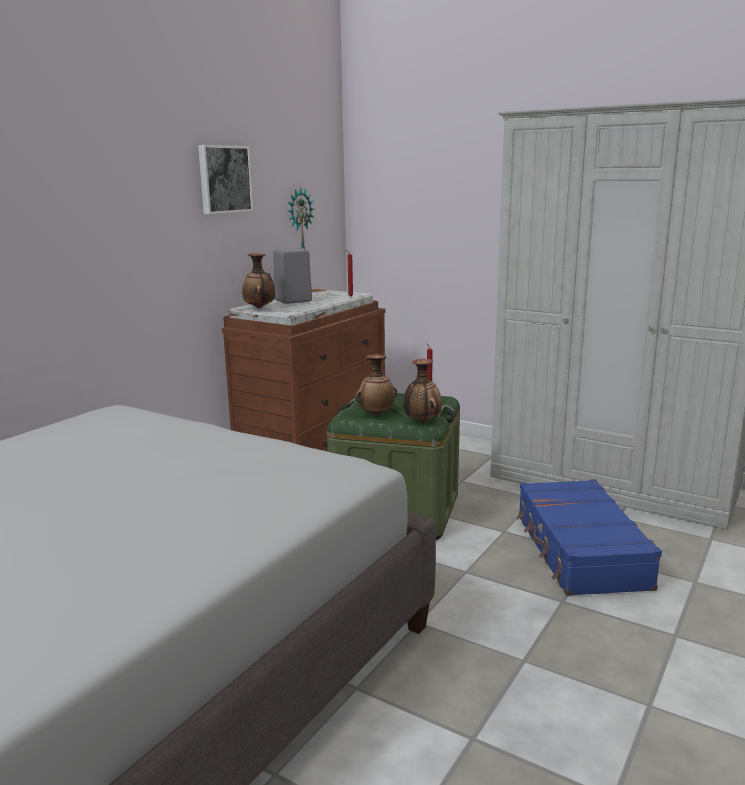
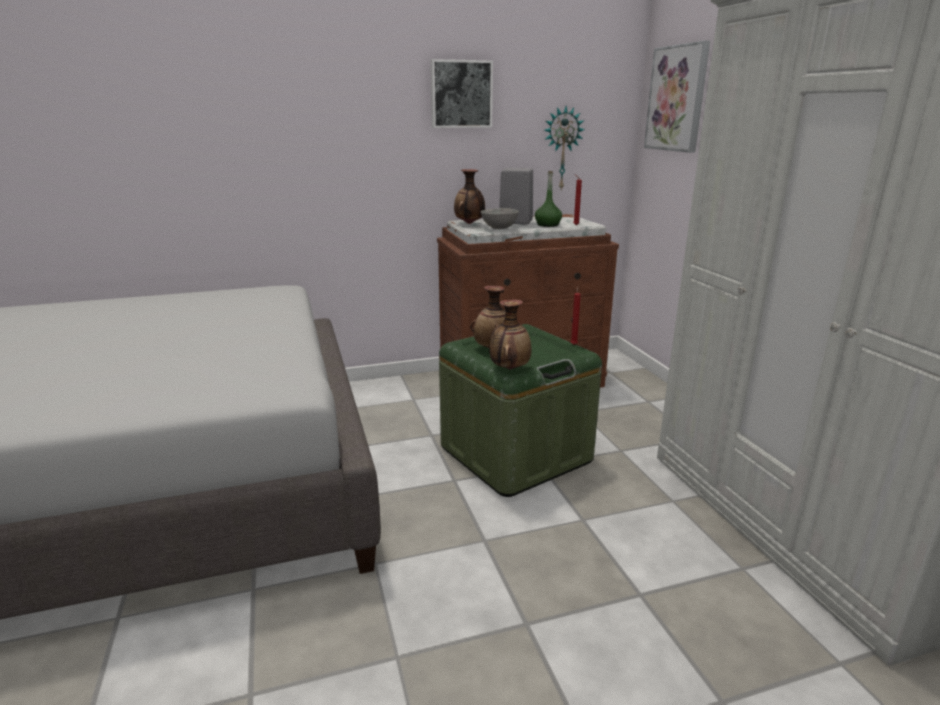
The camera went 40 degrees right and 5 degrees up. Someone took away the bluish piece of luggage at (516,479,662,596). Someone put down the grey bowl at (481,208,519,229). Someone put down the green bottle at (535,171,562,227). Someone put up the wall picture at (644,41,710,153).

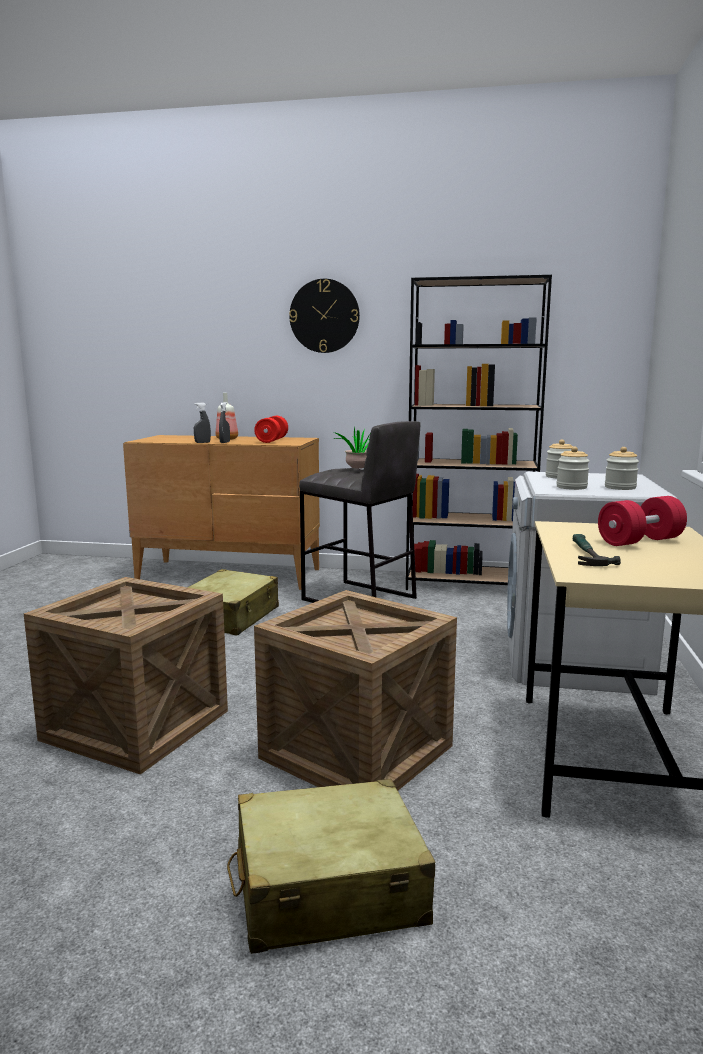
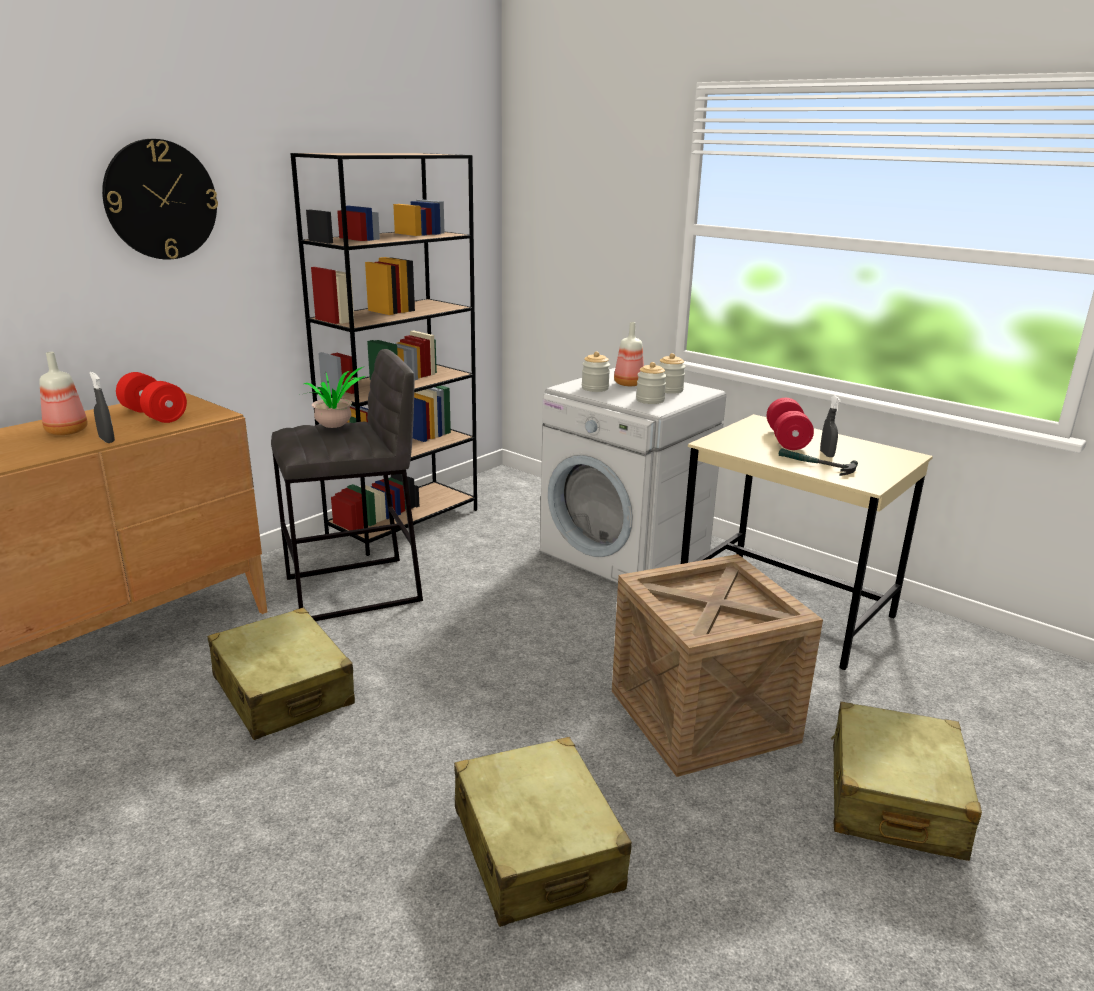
The camera went 60 degrees left and 10 degrees up. Someone swapped the shipping crate at (24,577,228,775) for the beige piece of luggage at (454,737,632,927). Someone carried the grey hand sprayer from (194,403,211,443) to (820,395,841,457). Someone put down the bottle at (614,322,644,386).

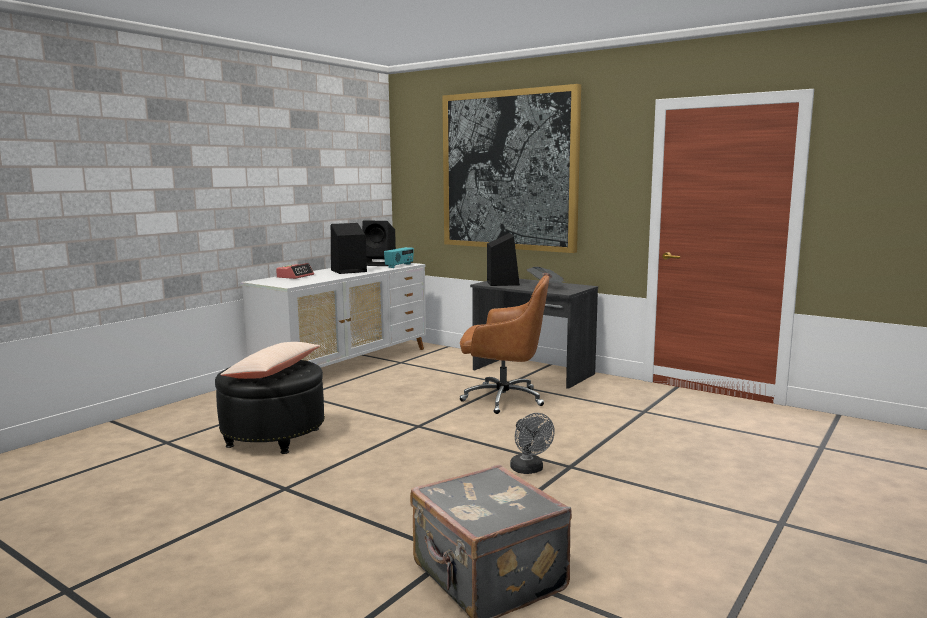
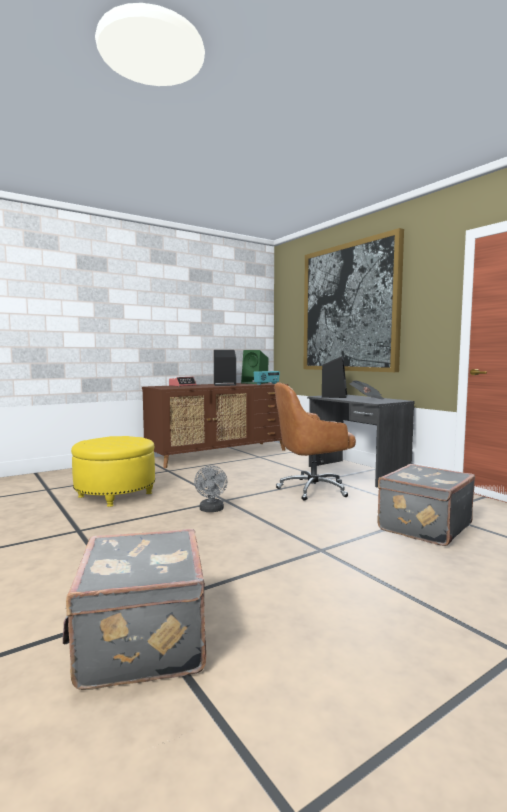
The camera went 20 degrees right and 5 degrees down. Someone repainted the black-coloured ottoman at (215,360,325,454), which became the yellow-coloured ottoman at (71,436,155,507). Someone took away the beige throw pillow at (220,342,320,379). Someone repainted the white drawer chest at (241,260,426,368), which became the brown-coloured drawer chest at (142,383,288,468). Someone repainted the black-coloured loudspeaker at (362,221,396,266), which became the green loudspeaker at (241,350,268,384). Someone rotated the brown-coloured computer chair at (460,275,550,414) by 135 degrees clockwise. Someone carried the grey fan from (510,413,555,474) to (194,465,227,512). Someone put down the grey piece of luggage at (377,464,475,546).

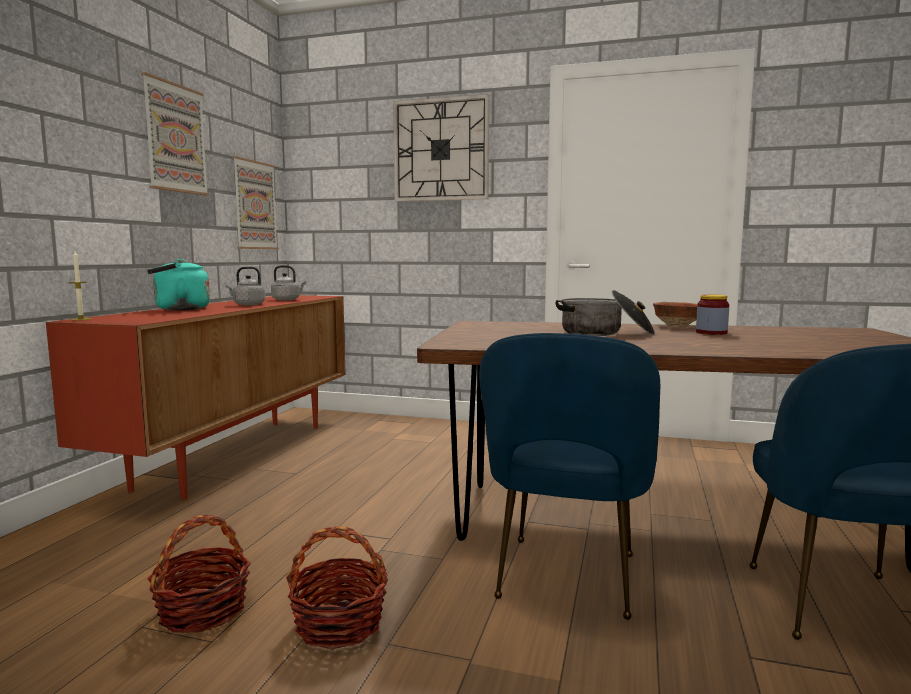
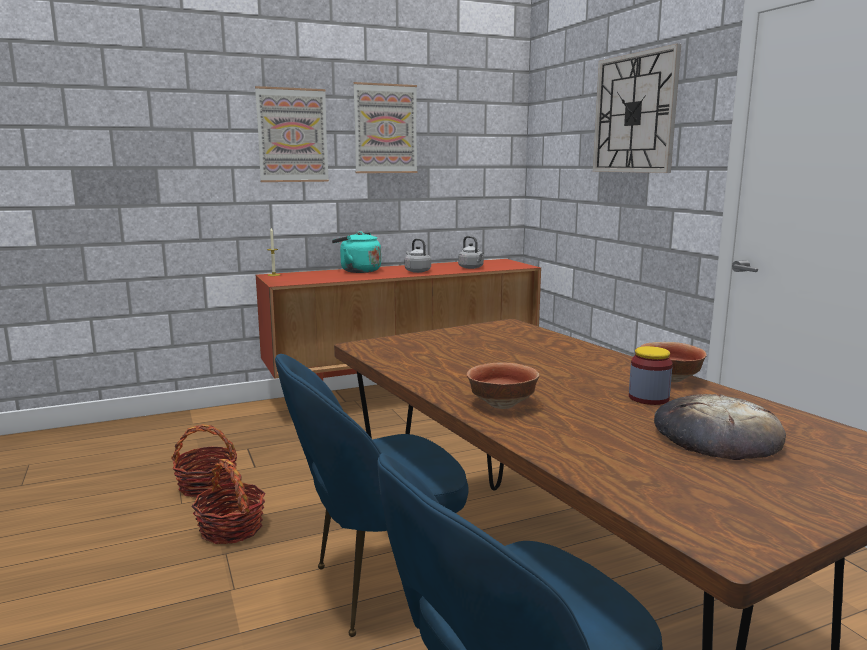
The camera went 50 degrees right and 5 degrees up. Someone carried the wall picture from (232,156,279,249) to (255,86,329,182). Someone took away the stockpot at (556,290,655,336). Someone put down the bowl at (467,362,540,409). Someone put down the baked bread at (654,394,786,460).

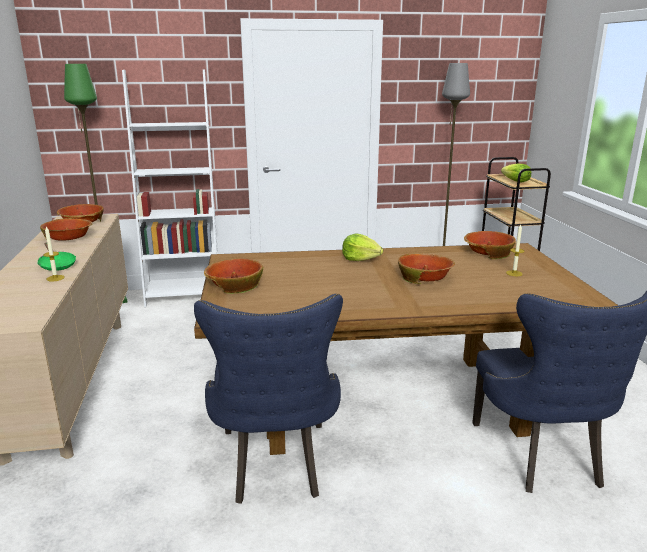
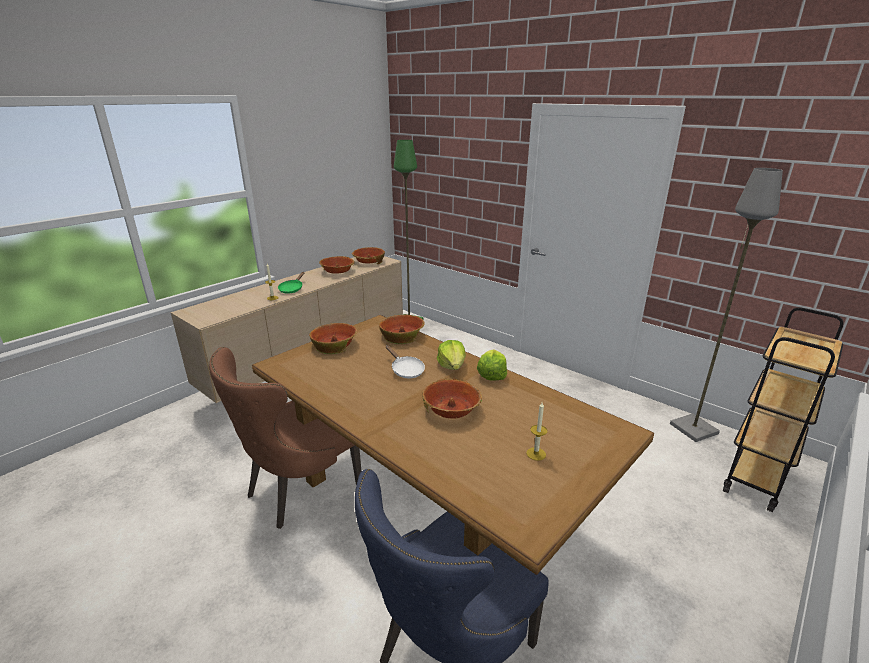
The camera went 50 degrees right and 5 degrees up. Someone took away the white bookshelf at (122,70,218,307). Someone repainted the bluish chair at (194,294,343,504), which became the brown-coloured chair at (209,347,362,529). Someone carried the bowl from (464,231,516,259) to (379,315,425,344). Someone carried the lettuce head from (501,164,531,182) to (477,349,507,381). Someone put down the white pan at (386,345,425,378).

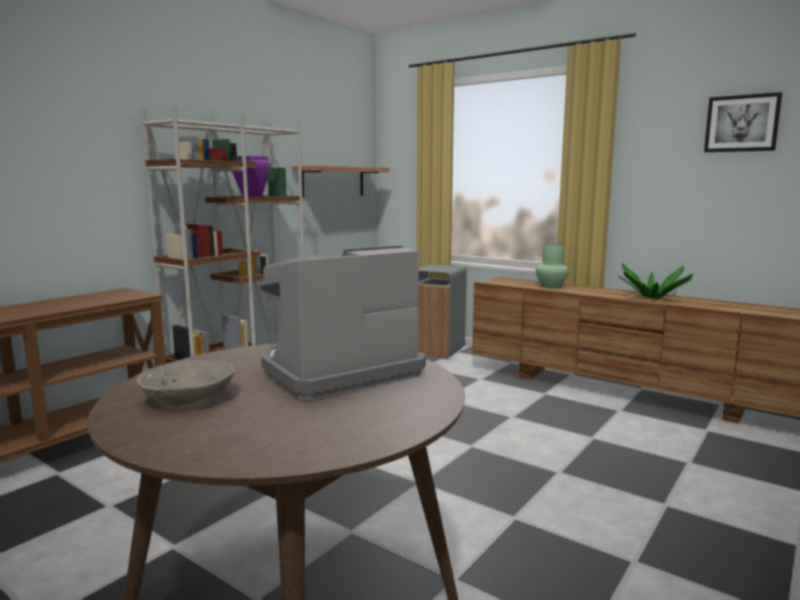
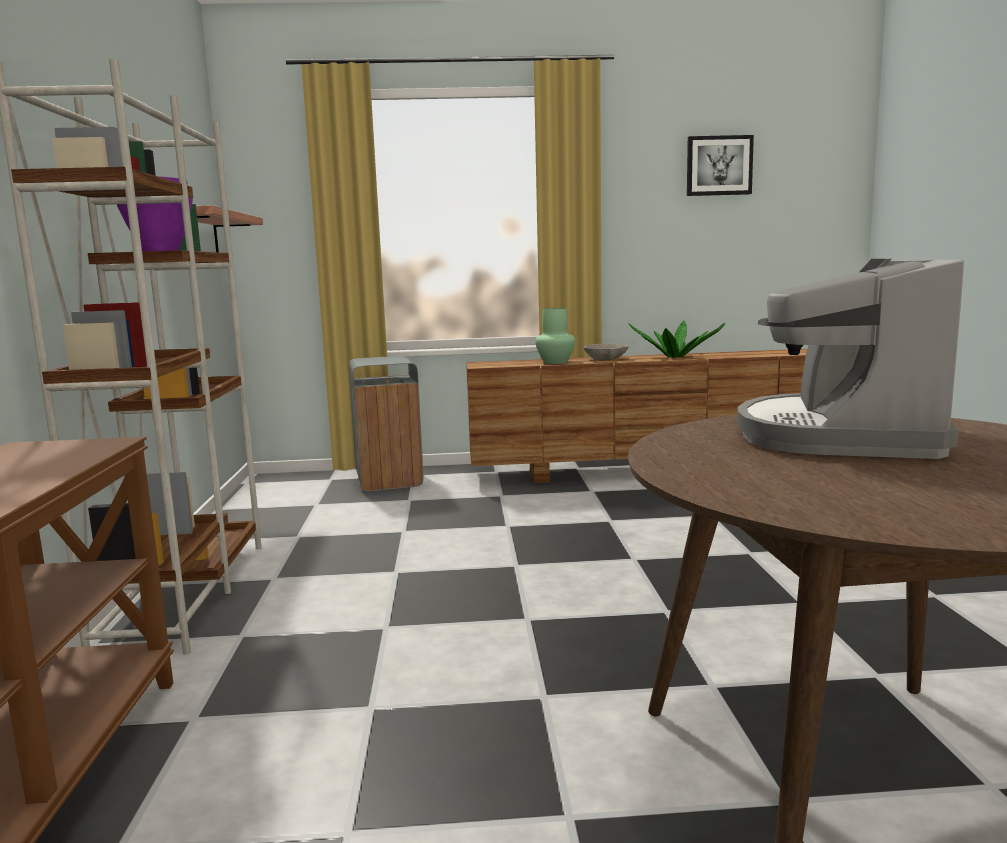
The camera went 40 degrees left and 0 degrees up. Someone carried the grey bowl from (137,360,235,406) to (583,343,629,361).

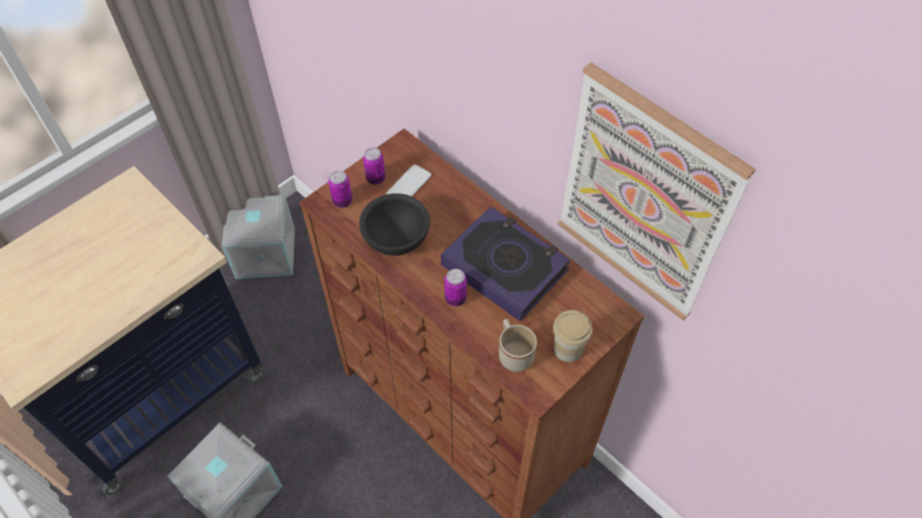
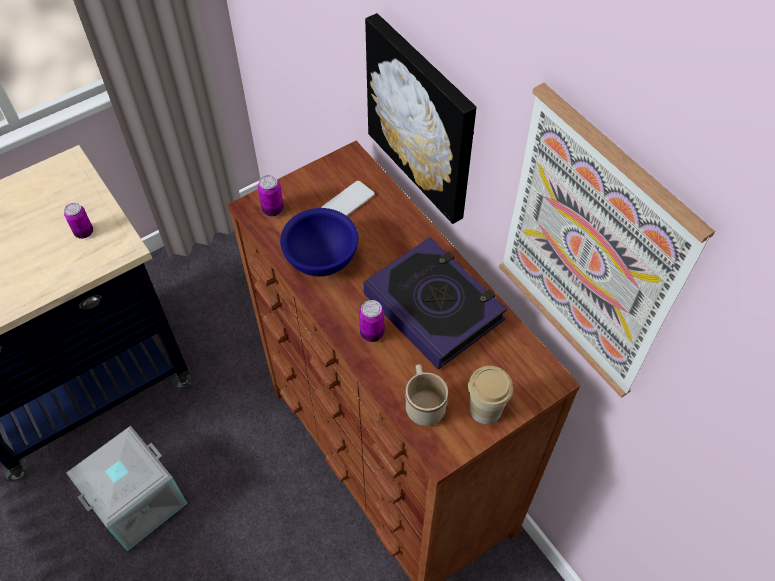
The camera went 10 degrees right and 0 degrees up. Someone took away the grey storage bin at (222,195,295,279). Someone repainted the black-coloured bowl at (359,193,430,256), which became the bluish bowl at (280,208,359,276). Someone carried the can from (363,148,386,185) to (64,203,93,239). Someone put up the wall picture at (365,13,476,224).

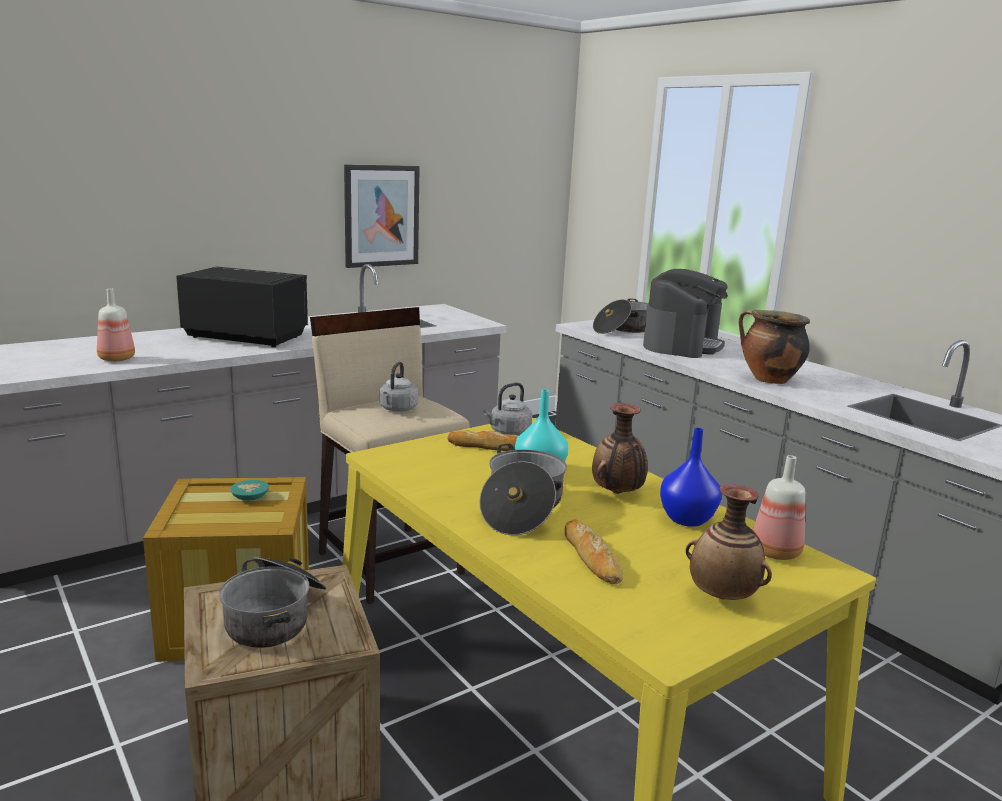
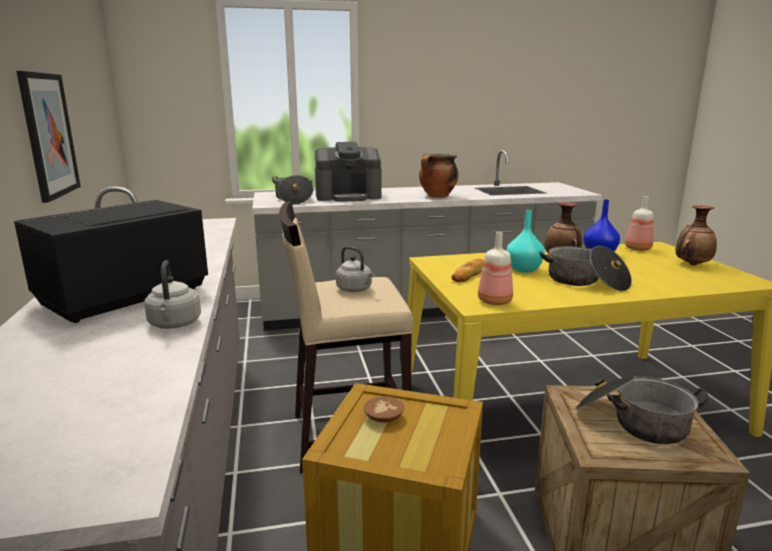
The camera went 65 degrees left and 0 degrees up. Someone carried the bottle from (97,288,135,362) to (478,232,513,305). Someone repainted the blue-green bowl at (230,480,269,501), which became the brown-coloured bowl at (364,396,404,423). Someone carried the grey kettle from (483,382,532,436) to (144,260,201,329). Someone took away the baked bread at (565,519,623,584). Someone rotated the coffee machine at (643,269,728,358) by 120 degrees clockwise.

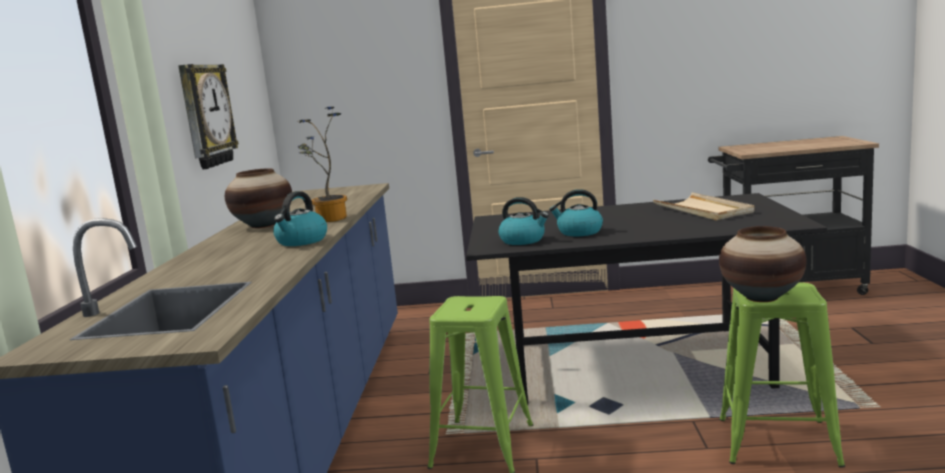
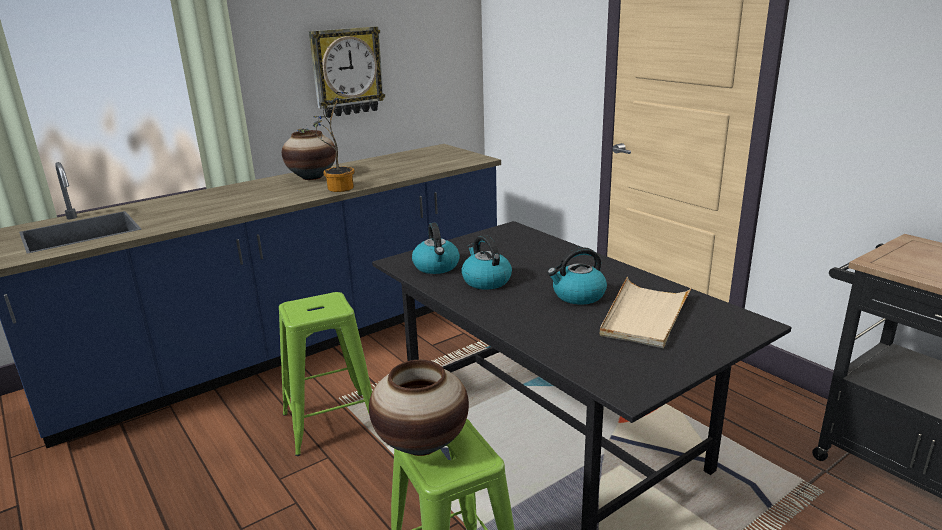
The camera went 50 degrees right and 10 degrees up. Someone carried the kettle from (273,191,327,246) to (547,247,607,305).

